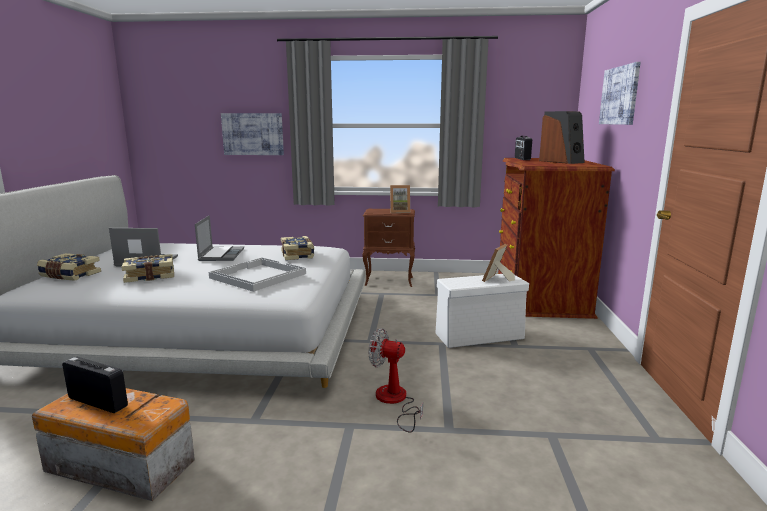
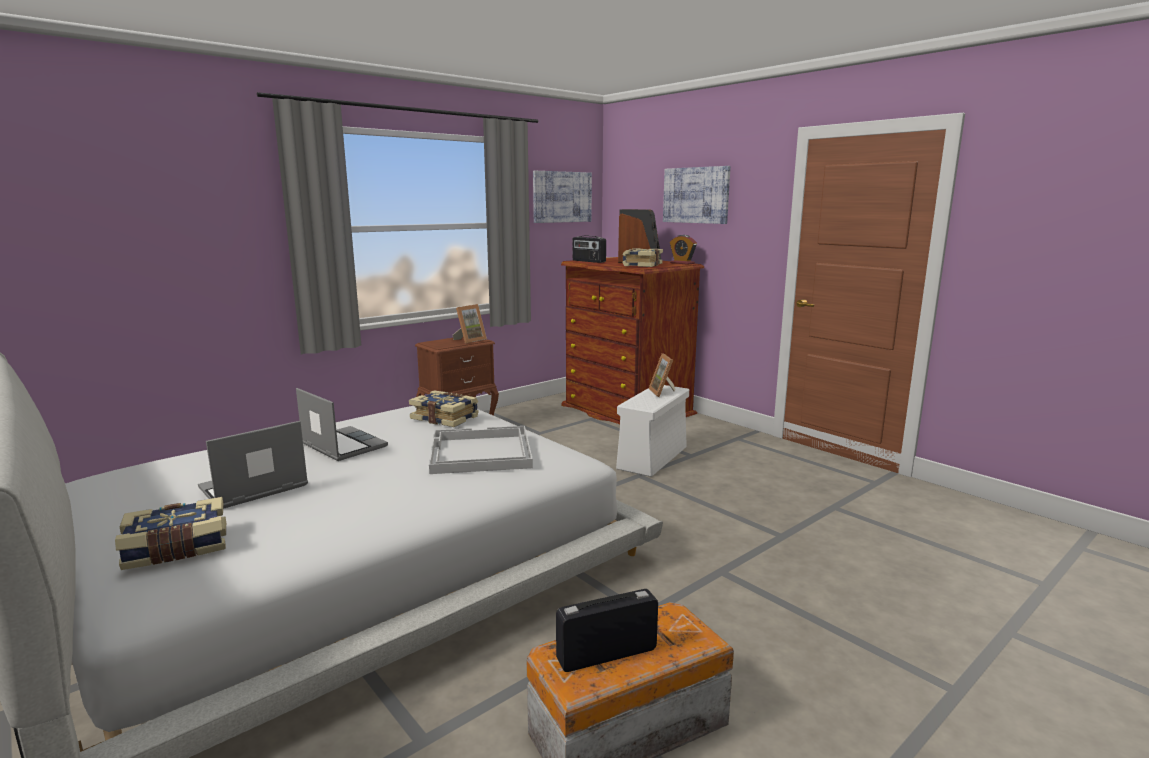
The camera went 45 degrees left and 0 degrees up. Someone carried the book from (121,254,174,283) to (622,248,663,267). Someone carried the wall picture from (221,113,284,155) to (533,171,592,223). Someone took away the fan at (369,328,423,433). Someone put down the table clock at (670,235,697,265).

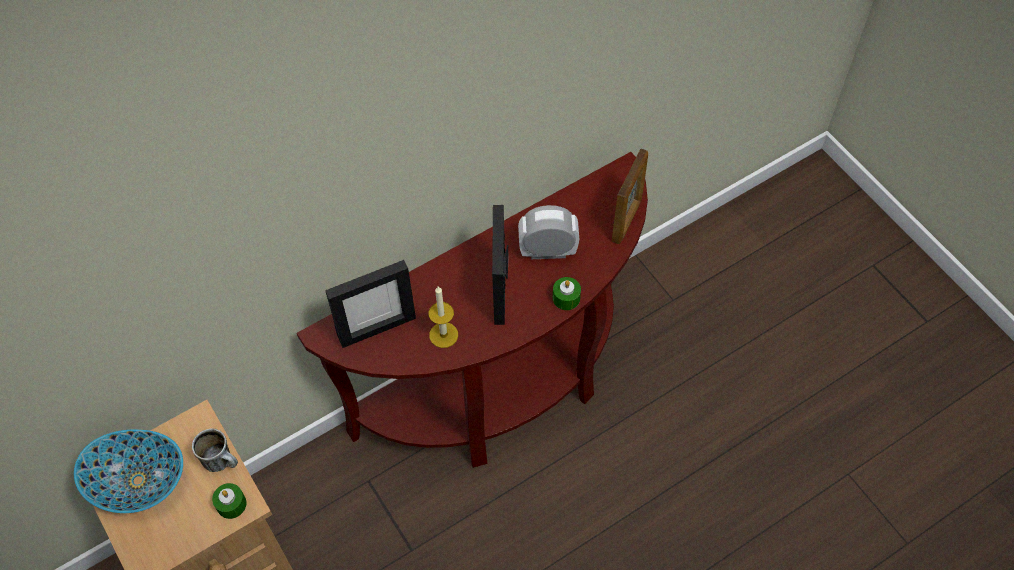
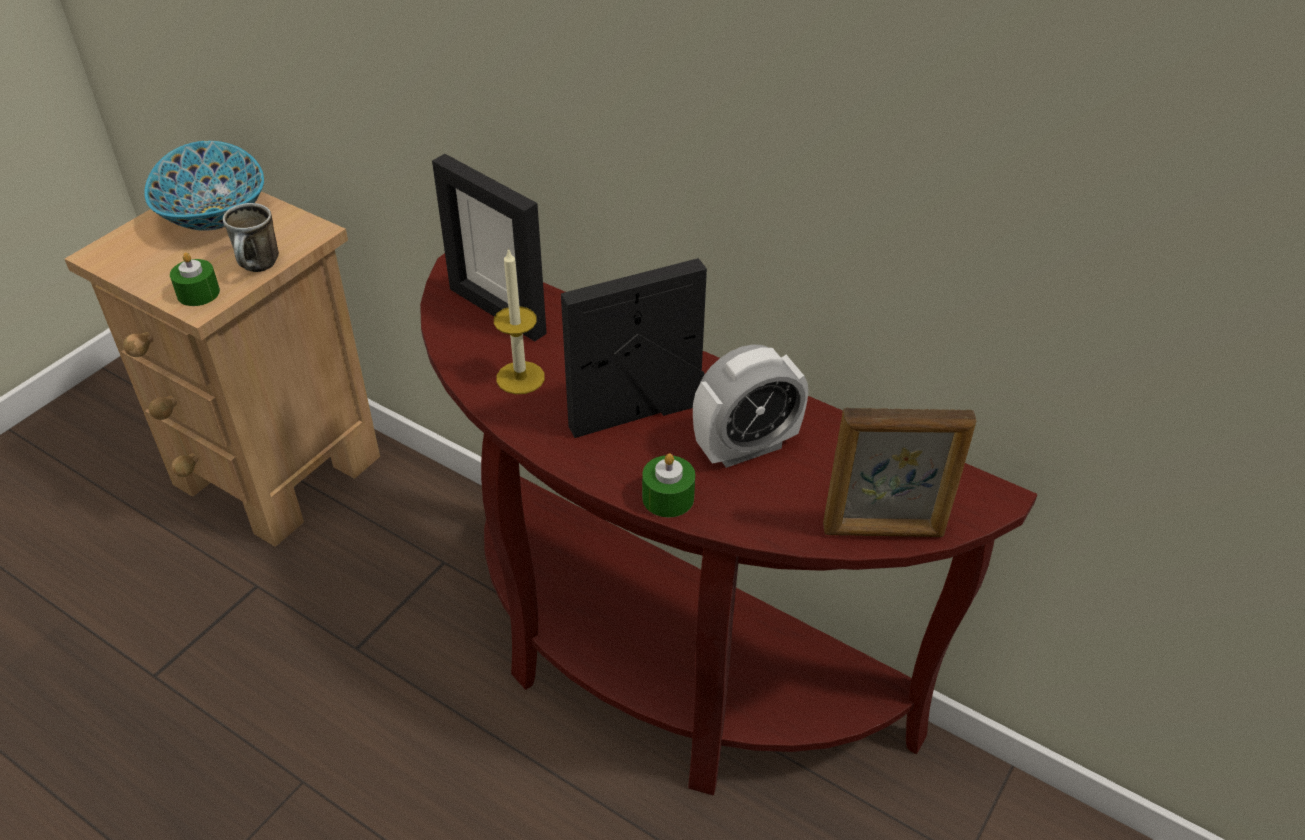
The camera went 65 degrees right and 15 degrees down. Someone rotated the table clock at (518,205,579,259) by 90 degrees clockwise.

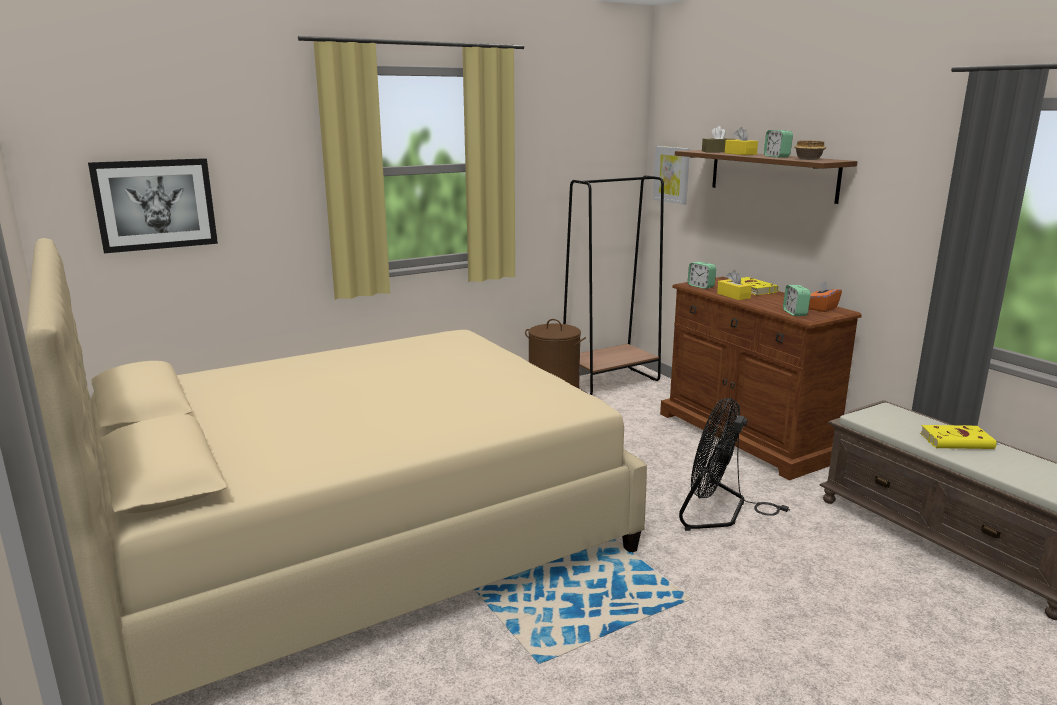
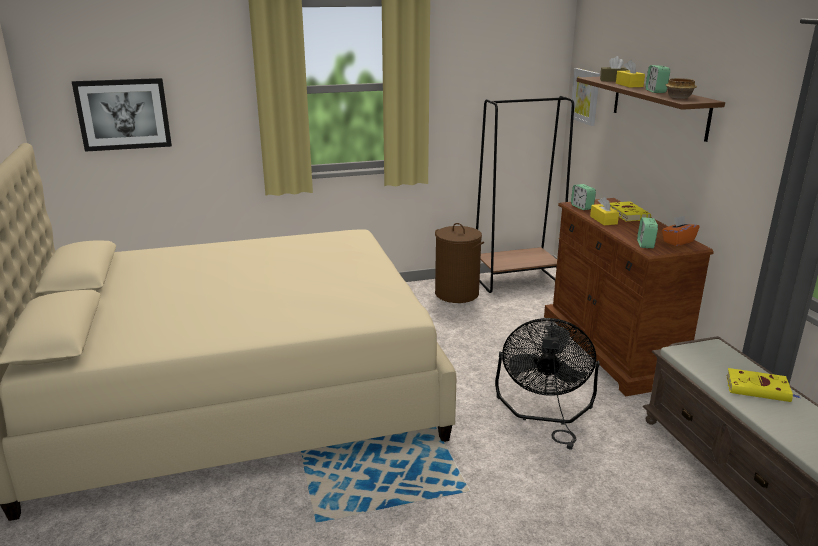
The camera went 15 degrees right and 5 degrees up. Someone rotated the black-coloured fan at (679,398,790,531) by 60 degrees clockwise.

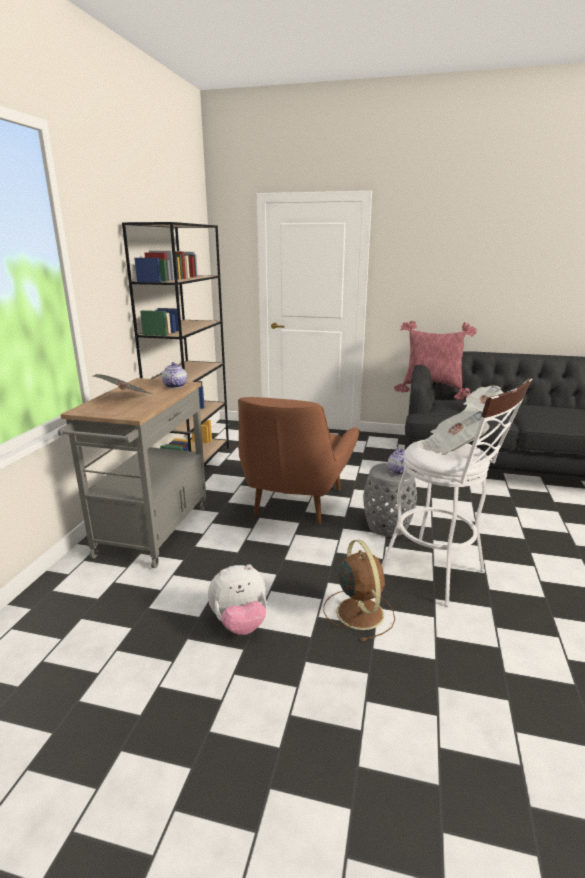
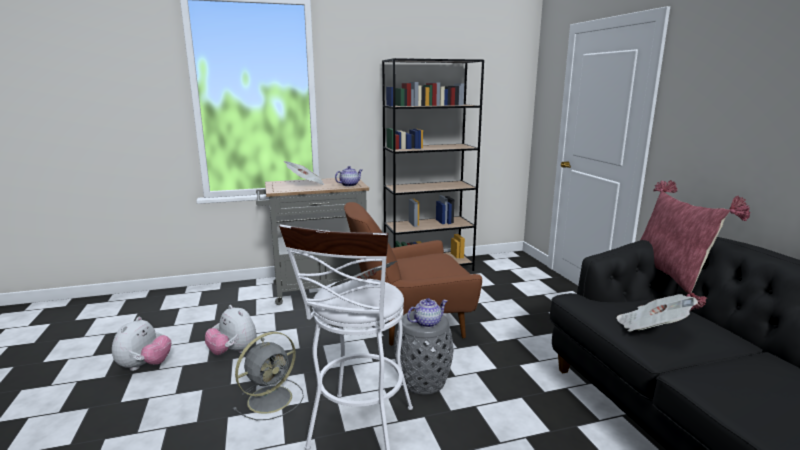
The camera went 60 degrees right and 5 degrees down. Someone repainted the brown-coloured fan at (323,540,395,642), which became the grey fan at (233,332,304,420). Someone put down the soft toy at (112,317,171,371).

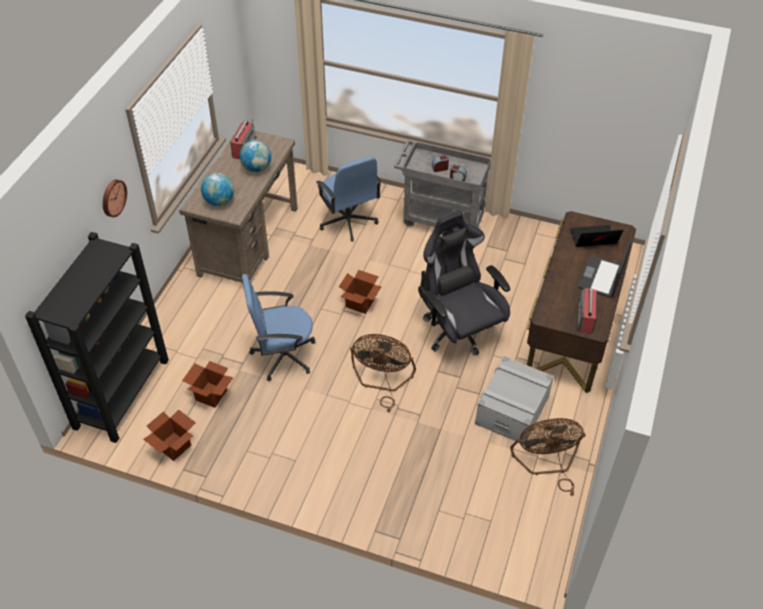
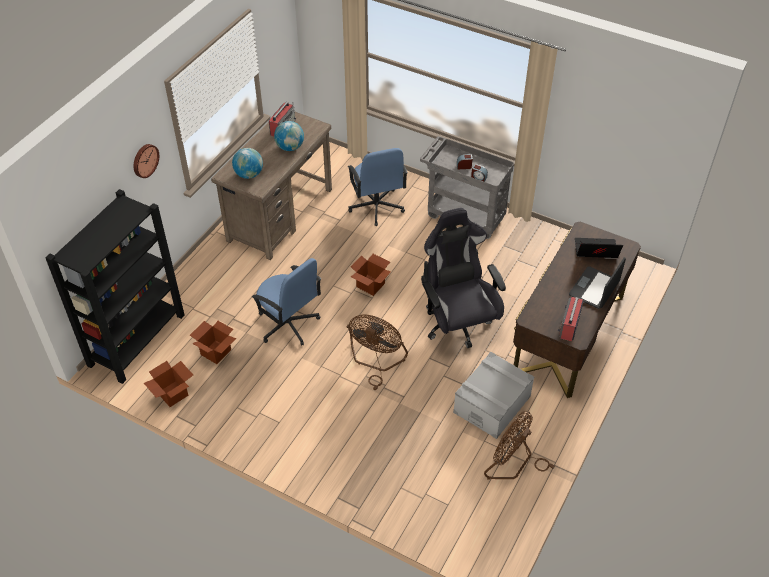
The camera went 10 degrees right and 0 degrees up. Someone rotated the bluish computer chair at (242,274,315,381) by 135 degrees counterclockwise. Someone rotated the brown-coloured fan at (510,418,586,496) by 60 degrees counterclockwise.

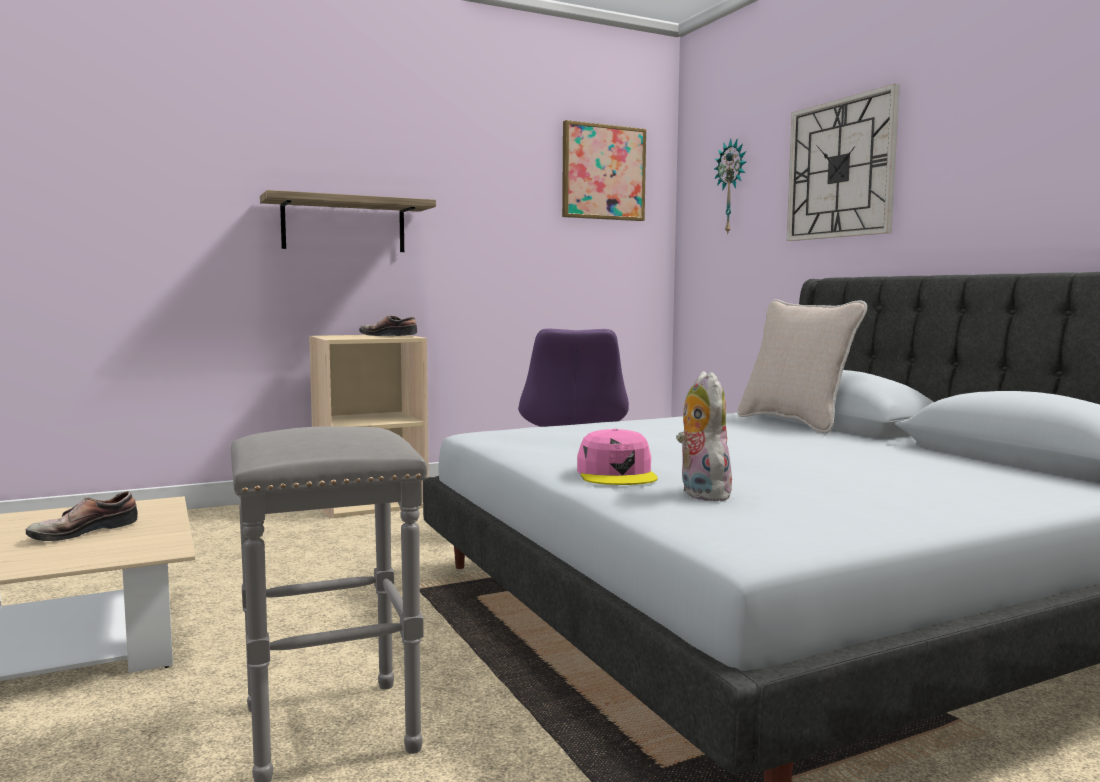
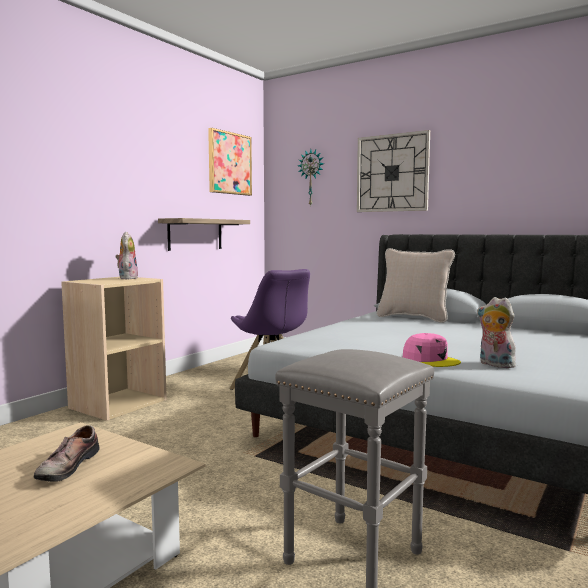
The camera went 30 degrees left and 0 degrees up. Someone carried the shelf from (260,190,436,252) to (158,218,250,251). Someone swapped the low shoe at (359,316,417,336) for the soft toy at (116,232,138,279).

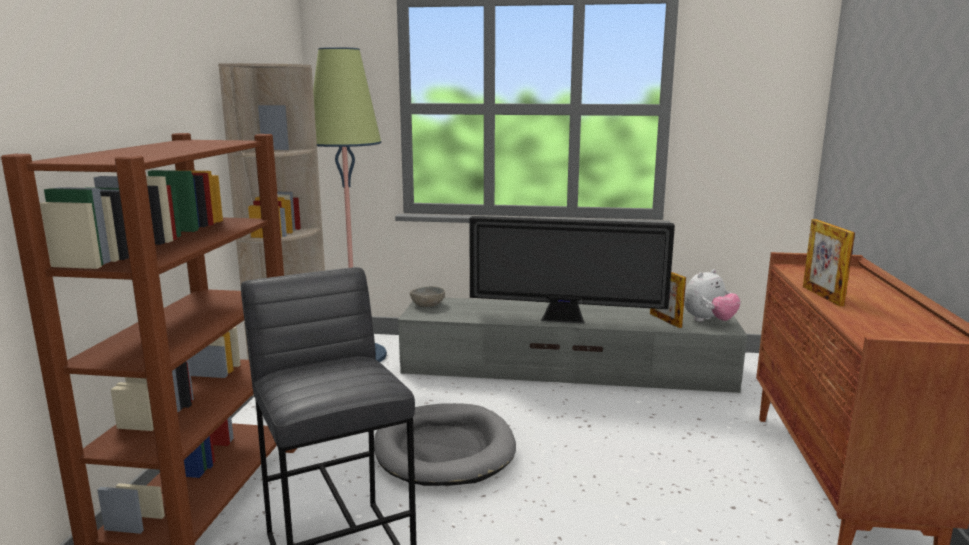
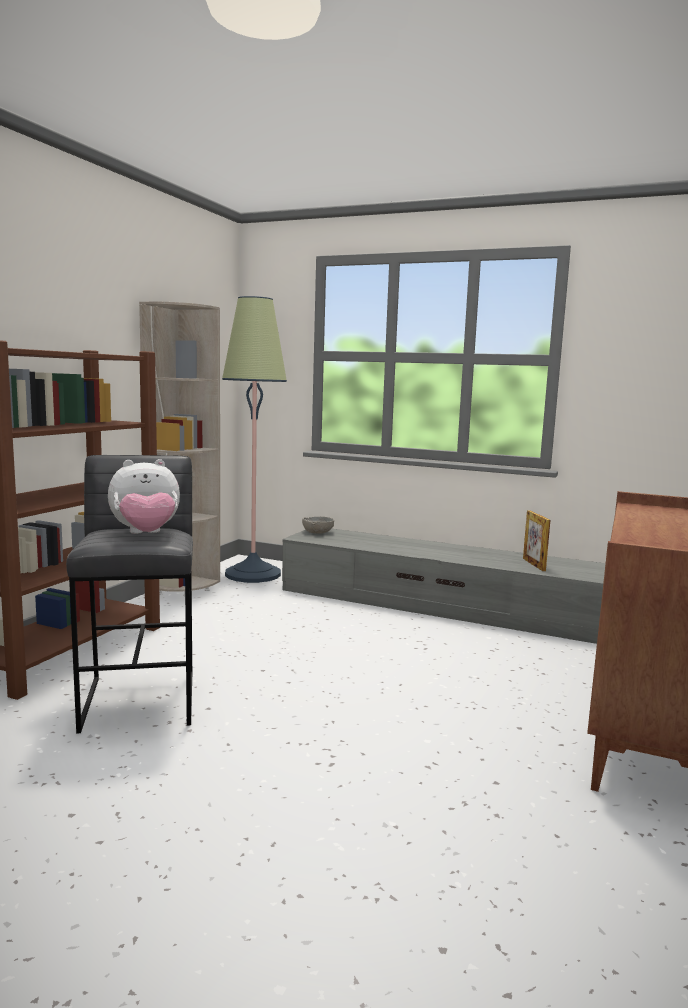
The camera went 15 degrees right and 5 degrees down. Someone took away the grey dog cushion at (374,403,516,486). Someone took away the television at (469,216,675,324). Someone carried the soft toy from (684,269,741,322) to (108,459,180,534). Someone took away the picture frame at (803,219,855,306).

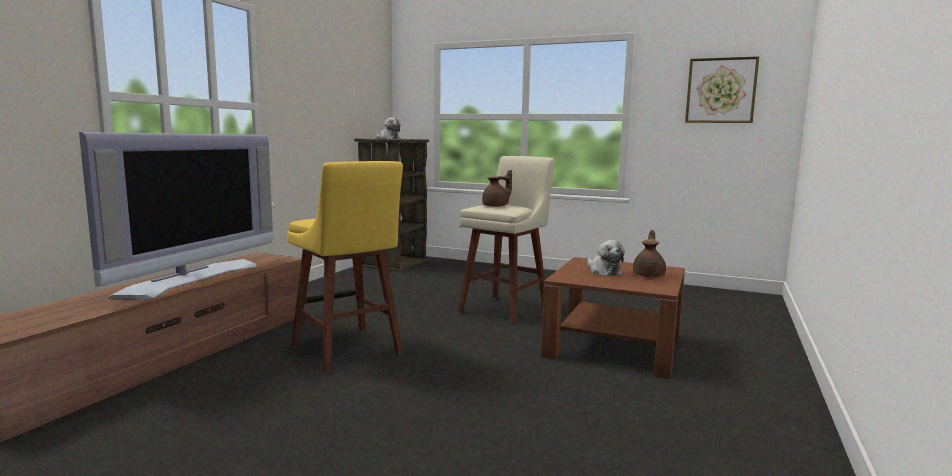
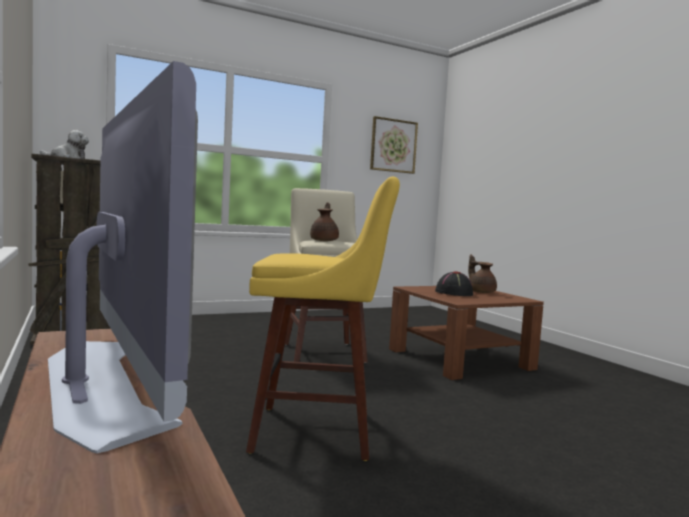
The camera went 50 degrees left and 5 degrees down. Someone swapped the soft toy at (587,240,625,276) for the black-coloured hat at (435,271,473,296).

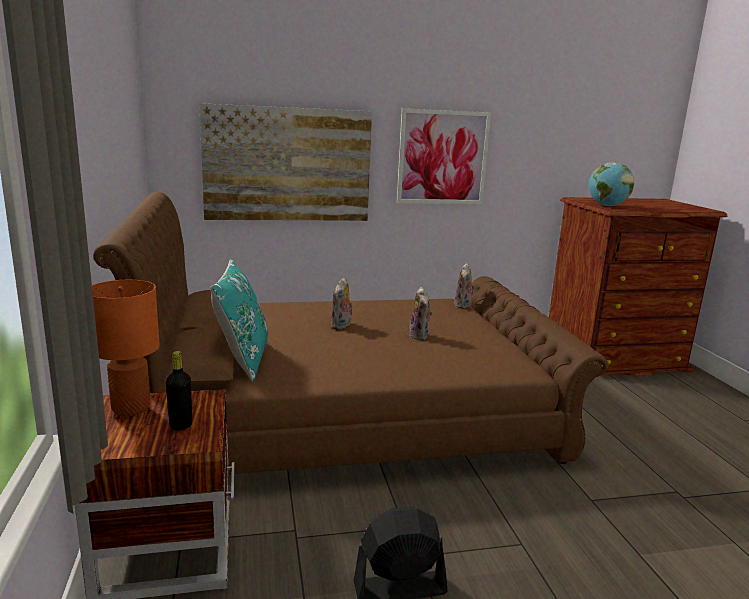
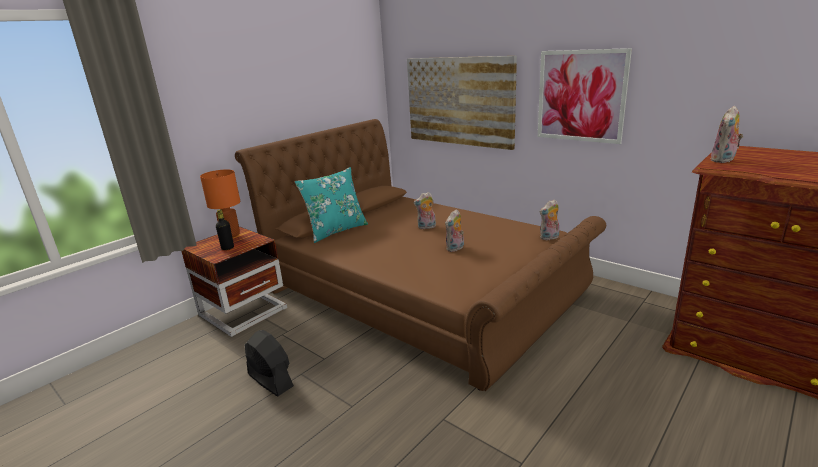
The camera went 55 degrees right and 5 degrees up. Someone swapped the desk globe at (588,162,634,206) for the soft toy at (710,106,743,163).

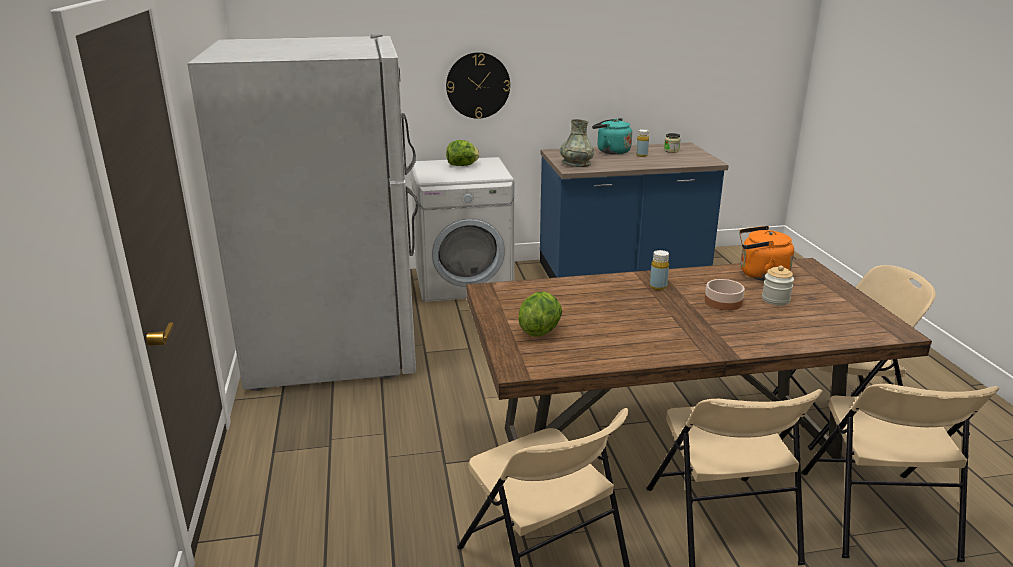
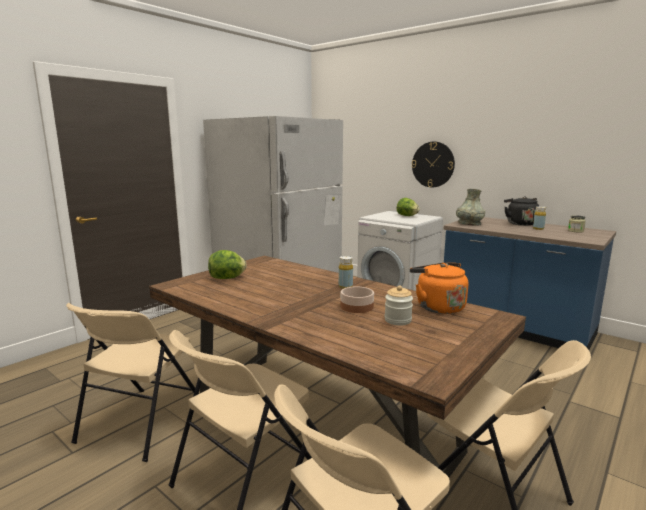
The camera went 50 degrees right and 10 degrees down. Someone repainted the blue-green kettle at (592,118,632,155), which became the black-coloured kettle at (504,196,539,226).

